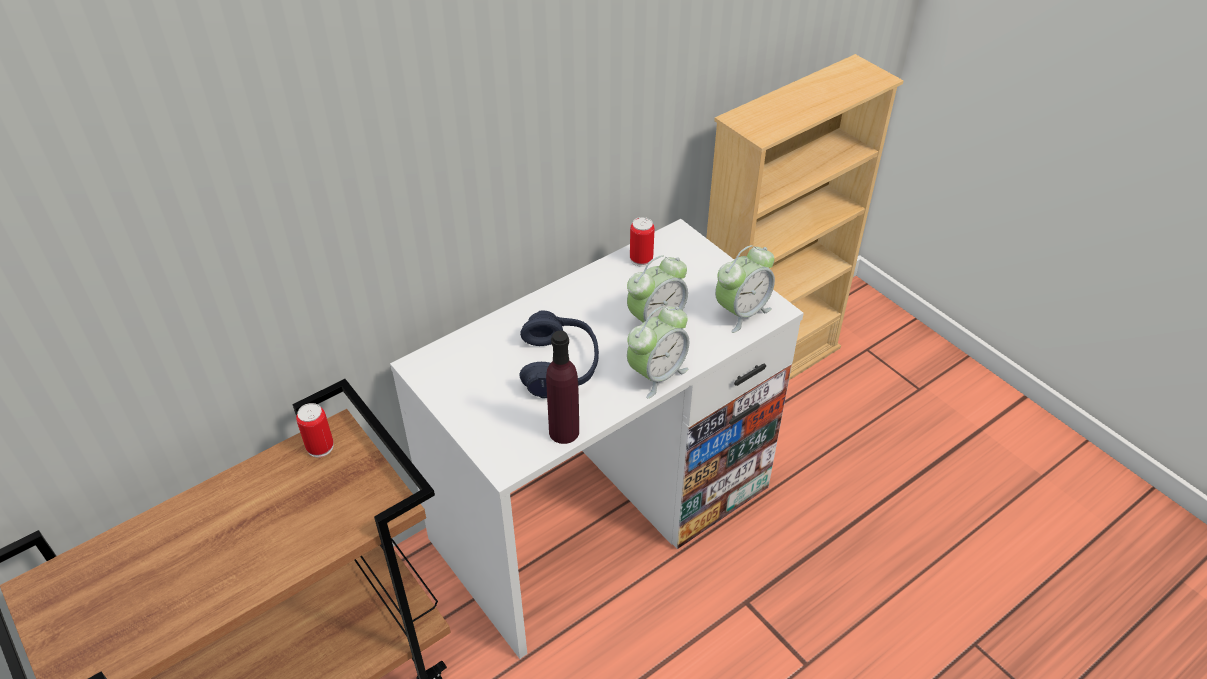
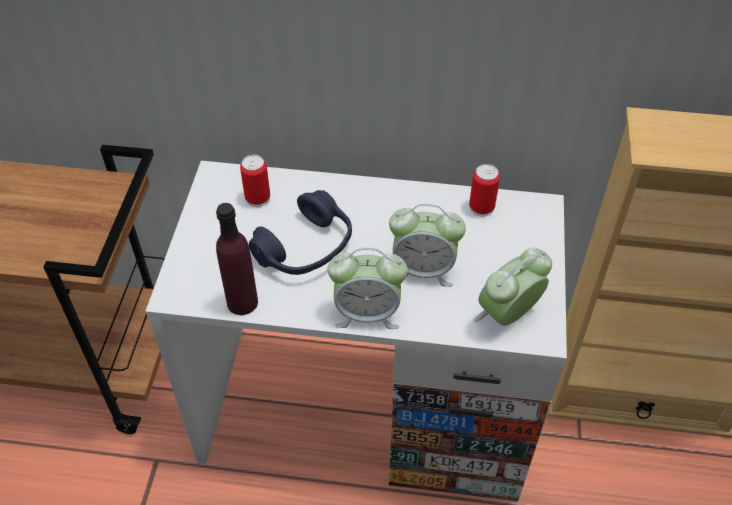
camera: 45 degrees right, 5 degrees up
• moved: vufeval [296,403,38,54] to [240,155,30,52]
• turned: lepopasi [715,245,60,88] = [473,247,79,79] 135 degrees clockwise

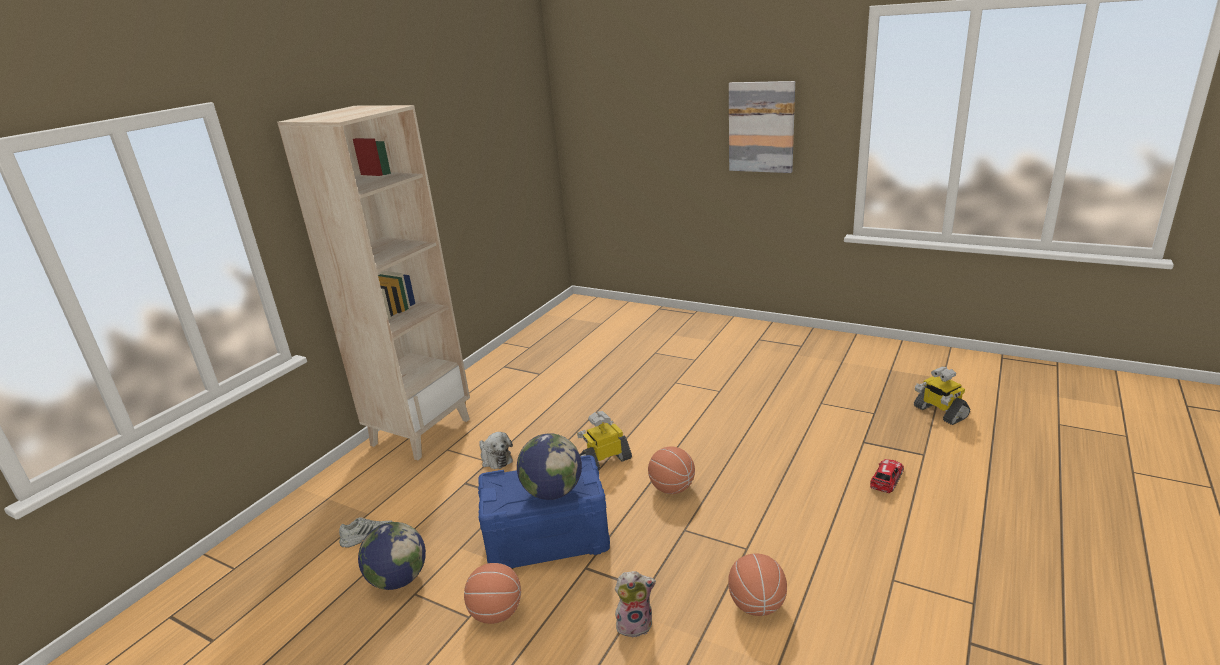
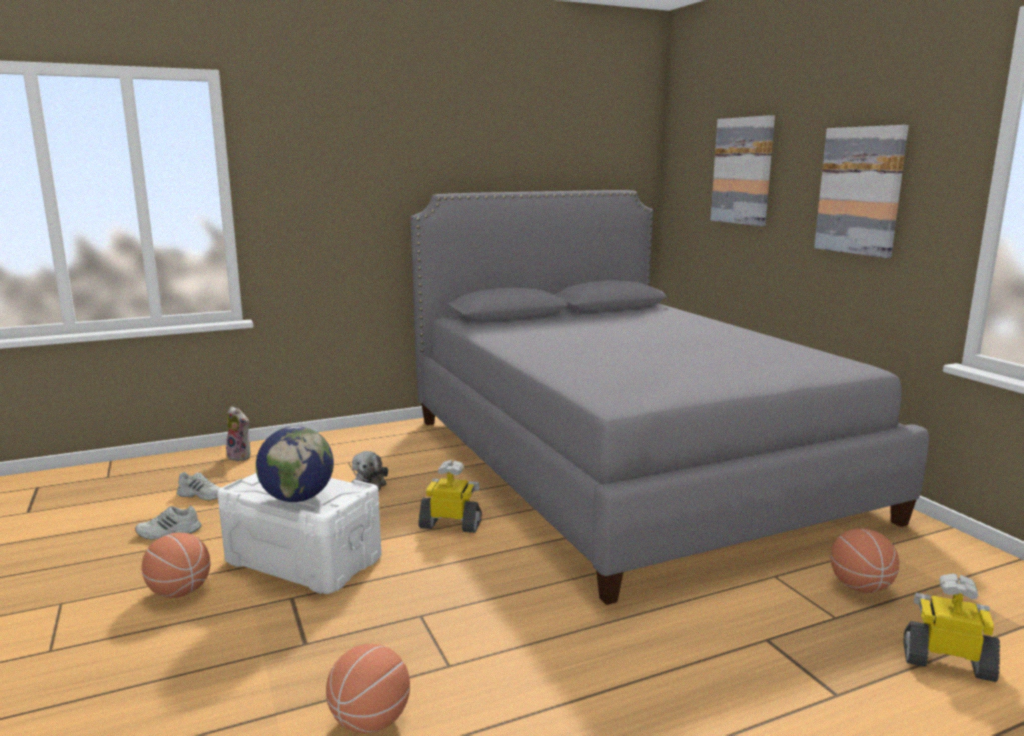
camera: 35 degrees right, 10 degrees down
• replaced: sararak [358,522,68,68] to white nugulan [135,506,66,34]
• recoloured: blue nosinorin [478,455,132,114] to white nosinorin [217,472,165,122]
• moved: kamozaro [615,571,41,67] to [226,406,24,55]
• added: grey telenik [410,190,519,415]
• added: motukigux [711,115,64,111]
• moved: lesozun [648,446,47,48] to [830,529,69,64]
• turned: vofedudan [914,367,56,58] = [903,574,97,108] 105 degrees clockwise
• removed: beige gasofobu [277,105,193,355]
• removed: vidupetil [870,459,34,34]

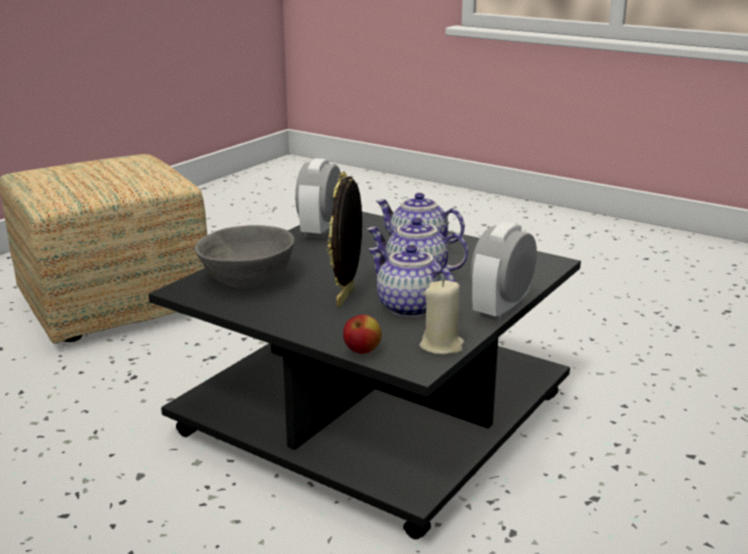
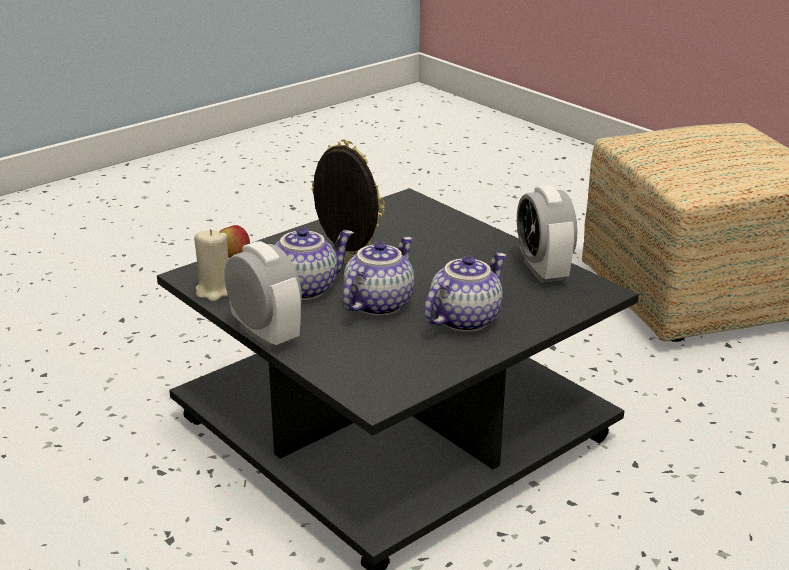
camera: 105 degrees right, 5 degrees up
• turned: lepopasi [295,158,46,80] = [517,185,60,98] 135 degrees counterclockwise
• removed: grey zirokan [195,225,99,63]

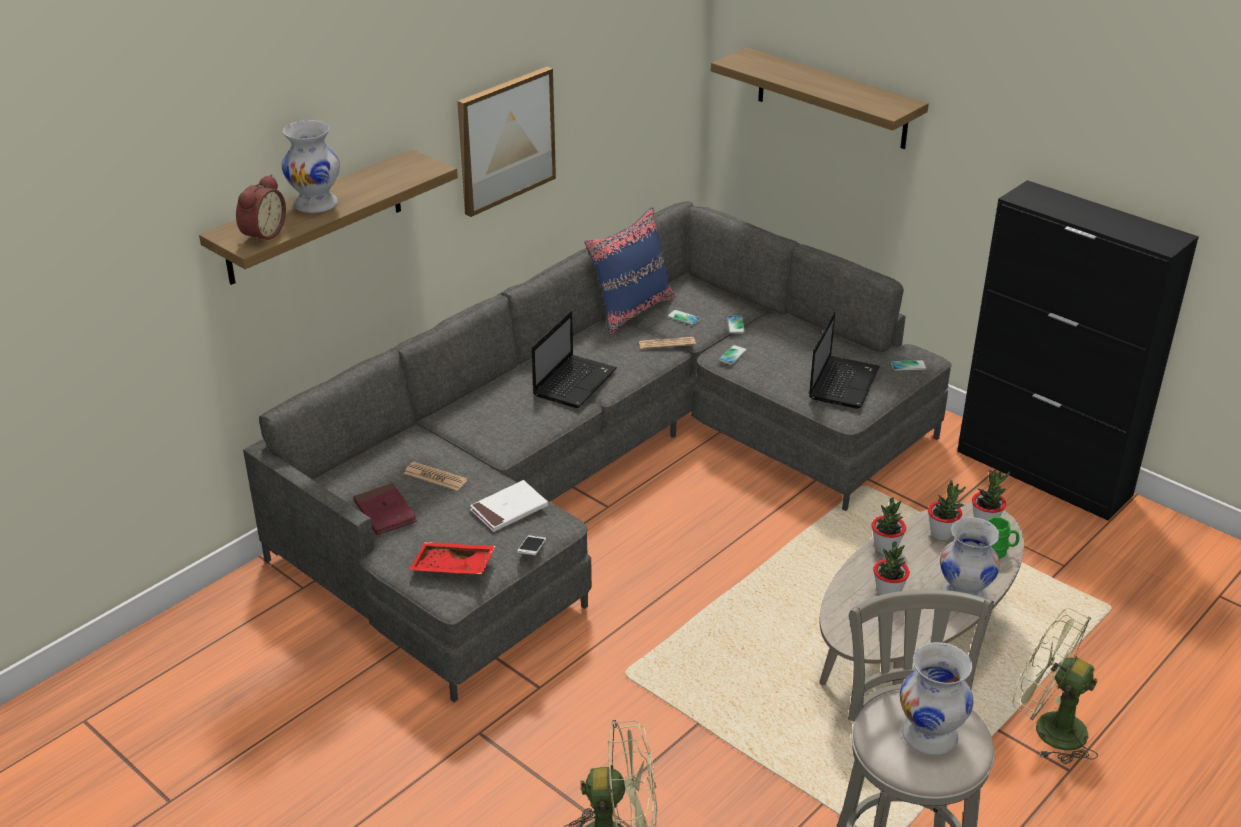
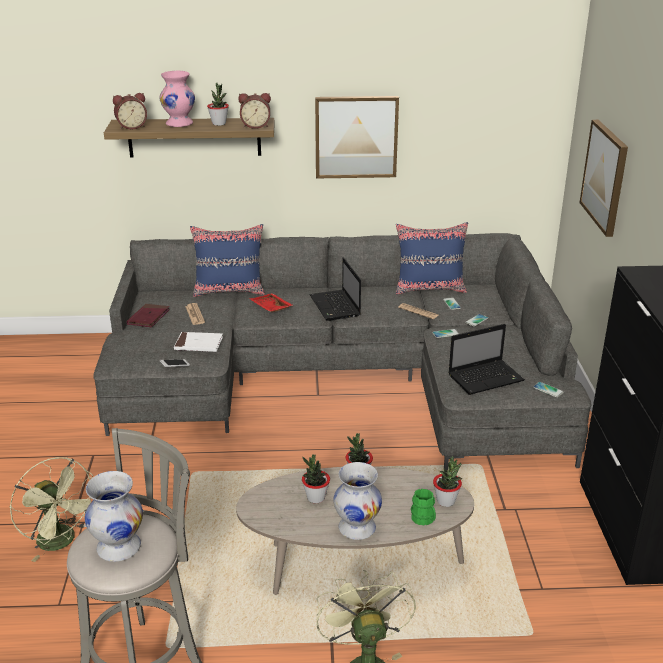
camera: 45 degrees right, 5 degrees down
• recoloured: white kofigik [282,120,58,93] to pink kofigik [160,71,35,56]
• added: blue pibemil [190,224,75,73]
• moved: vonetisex [928,480,38,60] to [207,83,22,43]
• added: lepopasi [238,93,33,36]
• moved: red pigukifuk [409,542,87,32] to [250,293,43,19]
• turned: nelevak [532,311,85,97] = [310,257,51,64] 90 degrees clockwise
• replaced: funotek [711,47,218,102] to motukigux [580,119,48,118]

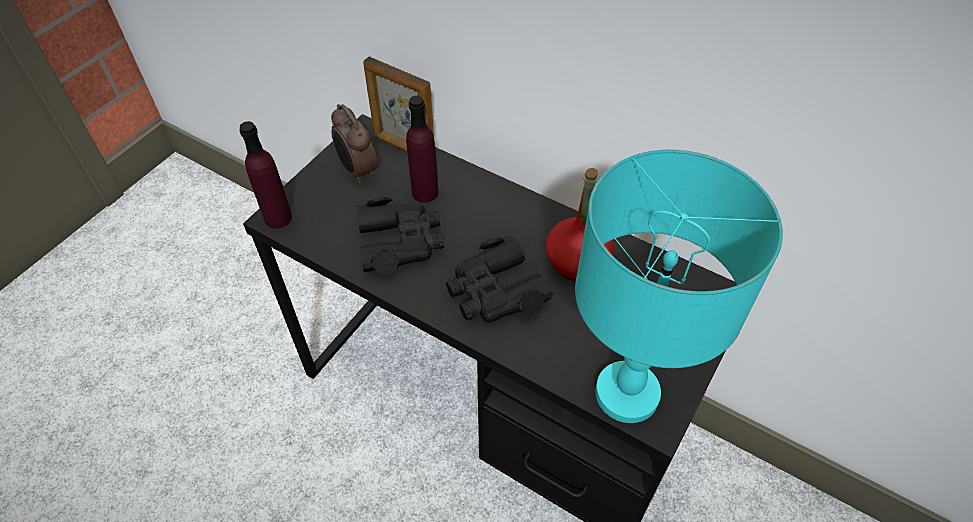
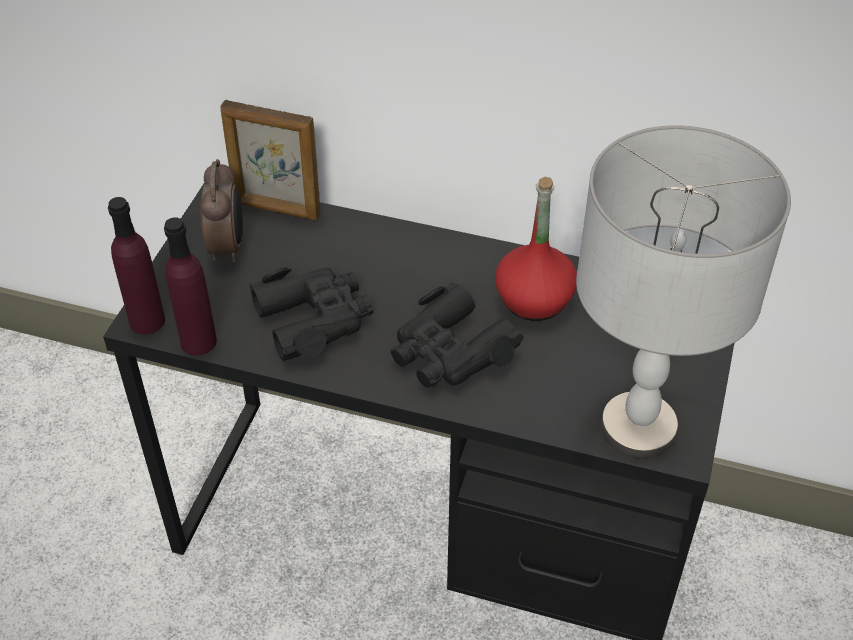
camera: 15 degrees left, 5 degrees down
• moved: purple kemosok [406,96,32,107] to [164,217,53,138]
• turned: lepopasi [331,104,46,79] = [200,159,43,104] 135 degrees counterclockwise
• recoloured: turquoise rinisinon [575,150,208,273] to grey rinisinon [576,125,215,334]

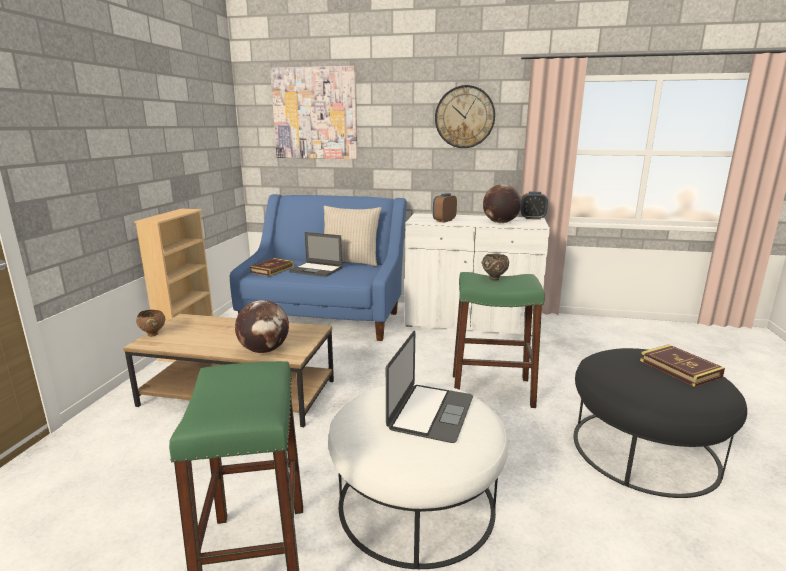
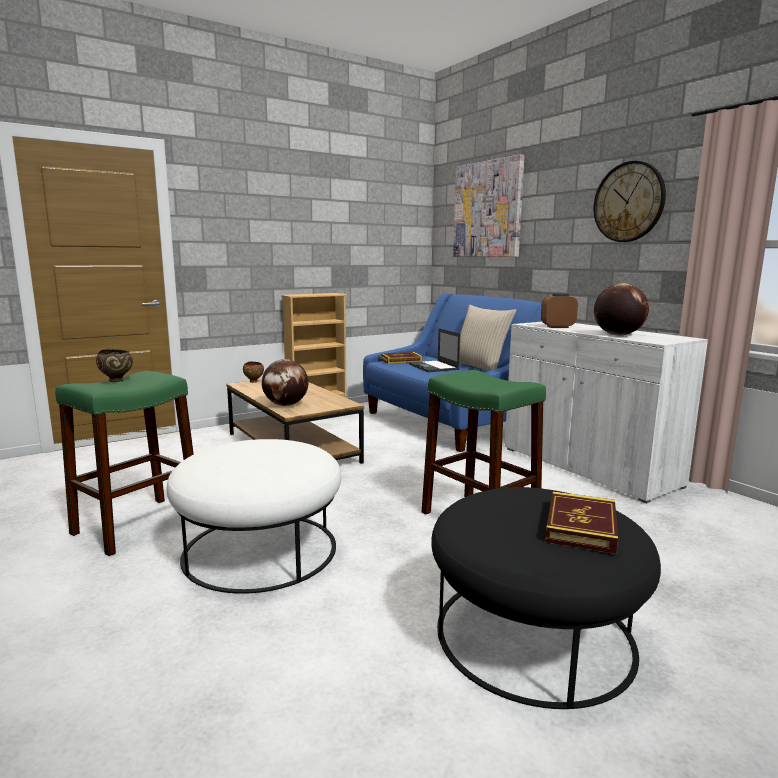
camera: 45 degrees right, 5 degrees down
• moved: brown zirokan [482,254,27,26] to [96,350,37,32]
• removed: nelevak [386,331,87,112]
• removed: lepopasi [520,192,28,28]

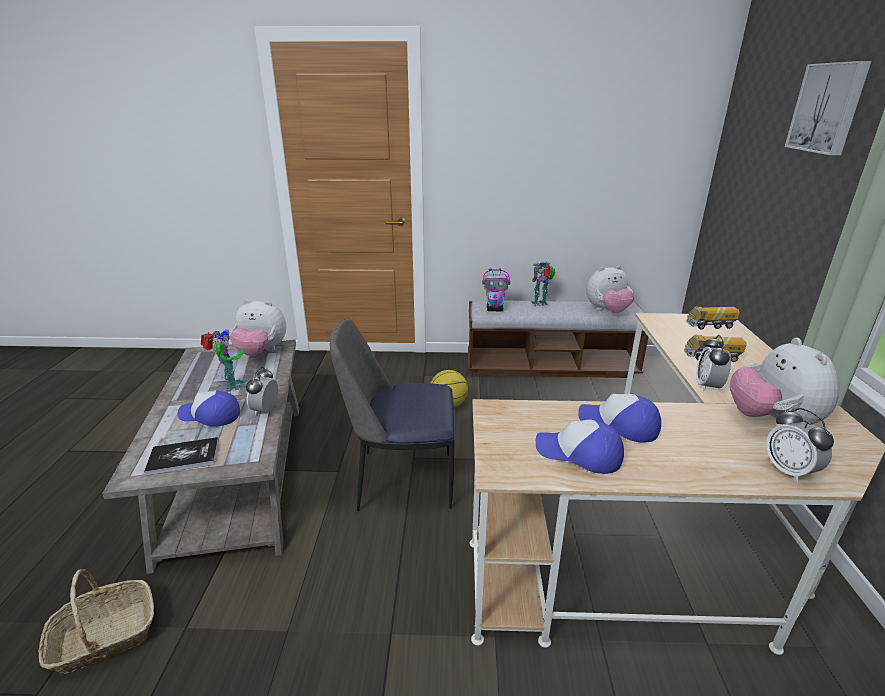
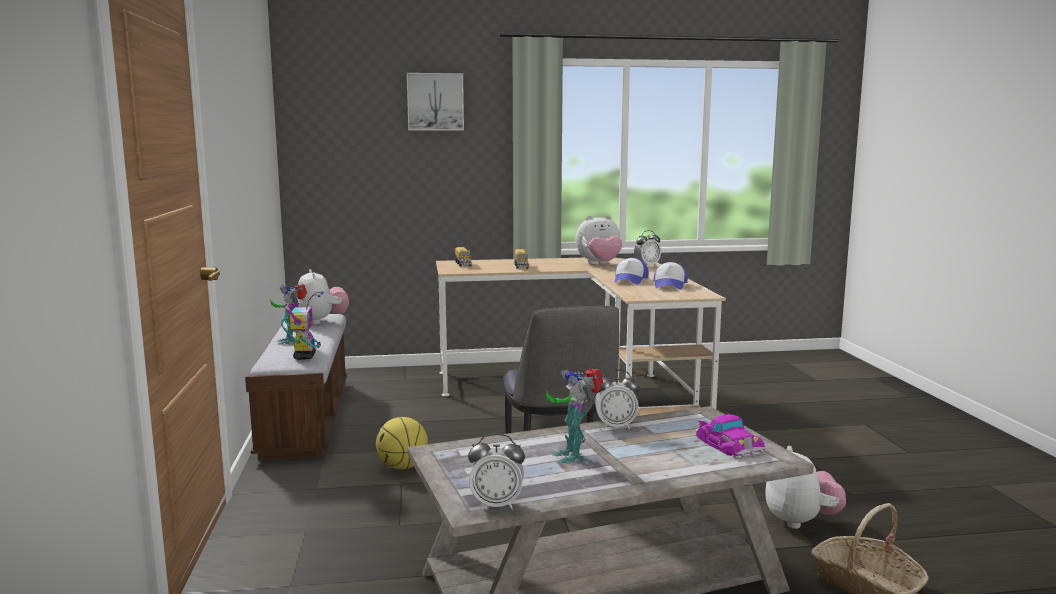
camera: 100 degrees left, 15 degrees down
• moved: lepopasi [696,335,35,57] to [468,433,57,76]
• turned: vofedudan [201,329,45,63] = [546,368,57,95] 75 degrees counterclockwise
• replaced: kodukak [144,437,75,39] to vidupetil [695,414,70,44]
• moved: kamozaro [230,299,56,57] to [765,446,81,83]
• removed: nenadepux [178,390,62,37]

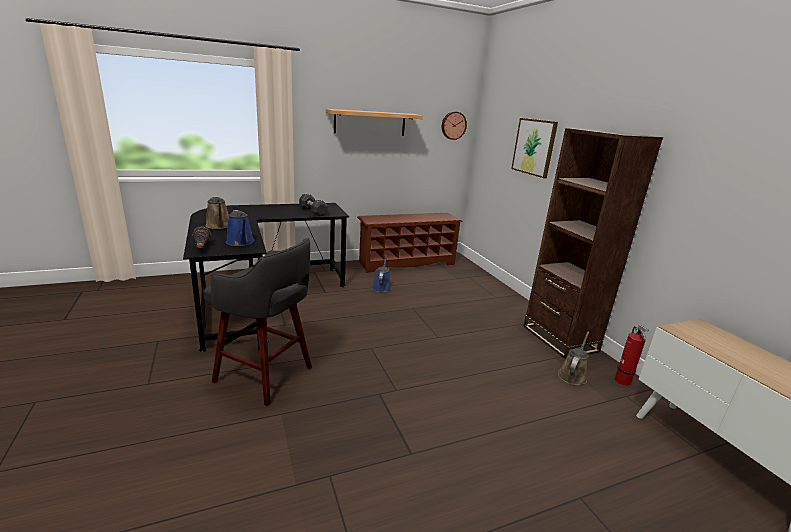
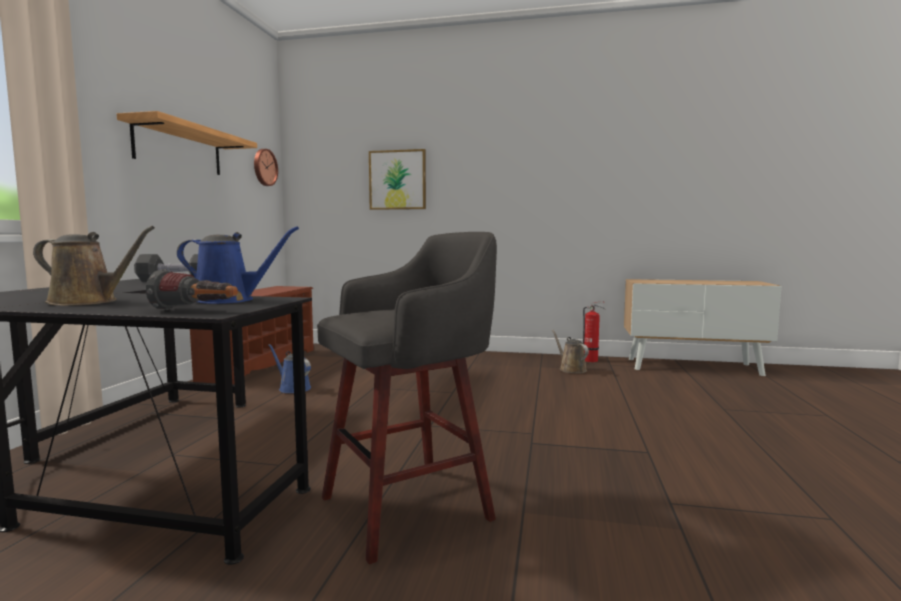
camera: 55 degrees left, 15 degrees down
• removed: brown gasofobu [523,128,140,231]

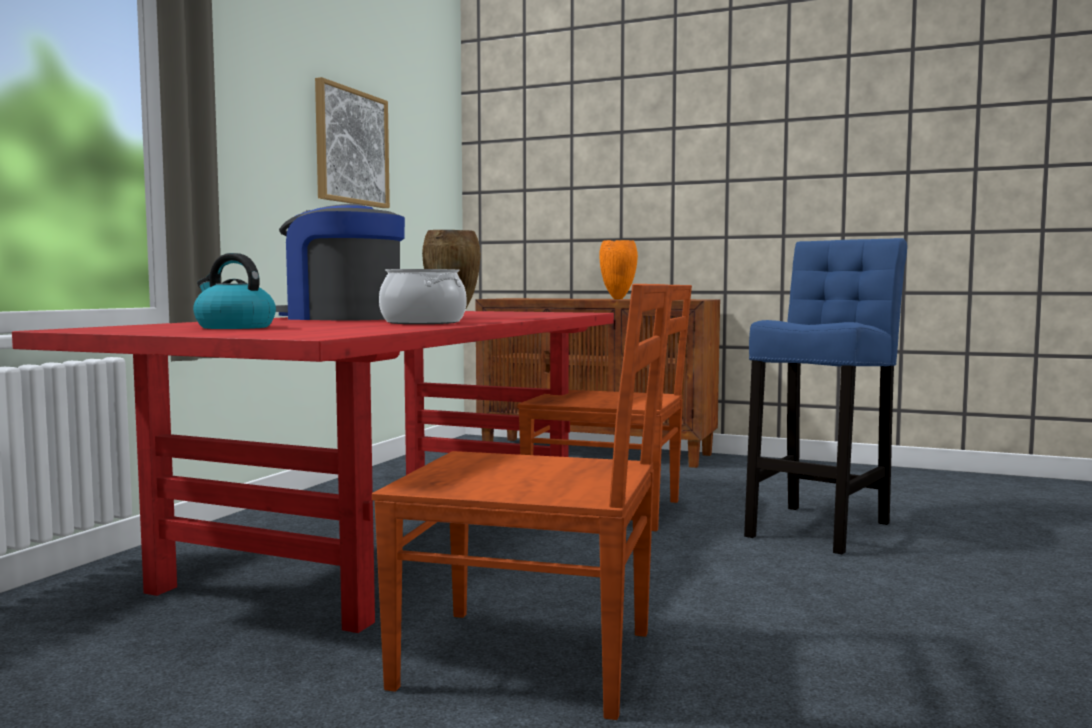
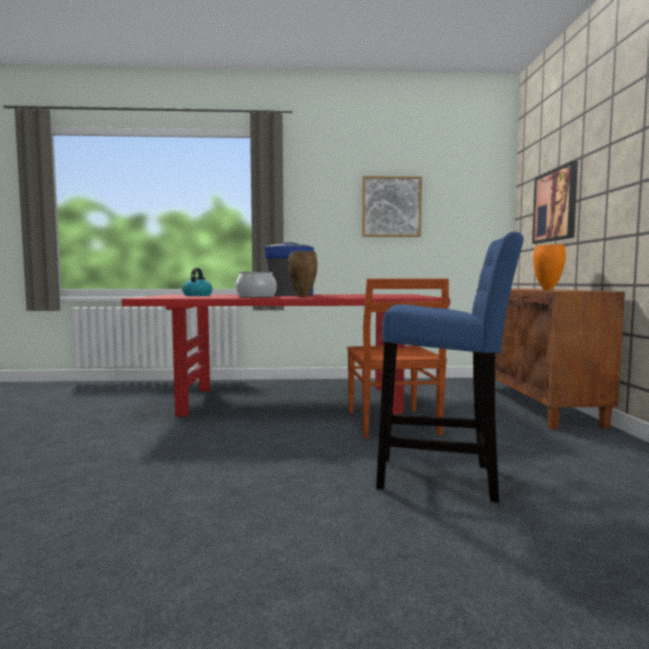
camera: 65 degrees right, 0 degrees up
• added: motukigux [532,161,46,83]
• removed: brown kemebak [372,284,297,436]

